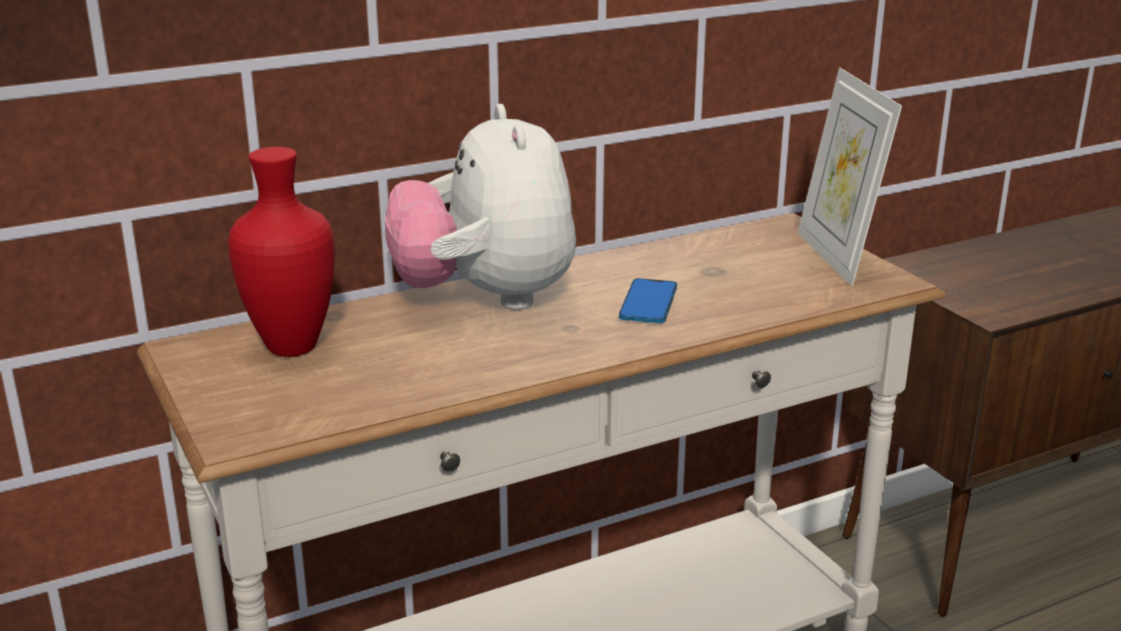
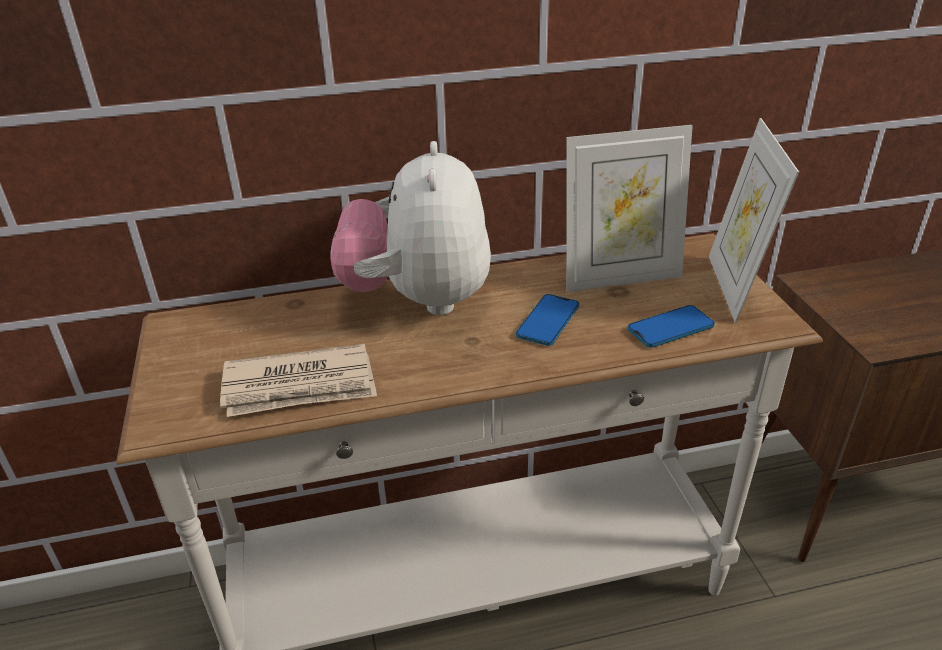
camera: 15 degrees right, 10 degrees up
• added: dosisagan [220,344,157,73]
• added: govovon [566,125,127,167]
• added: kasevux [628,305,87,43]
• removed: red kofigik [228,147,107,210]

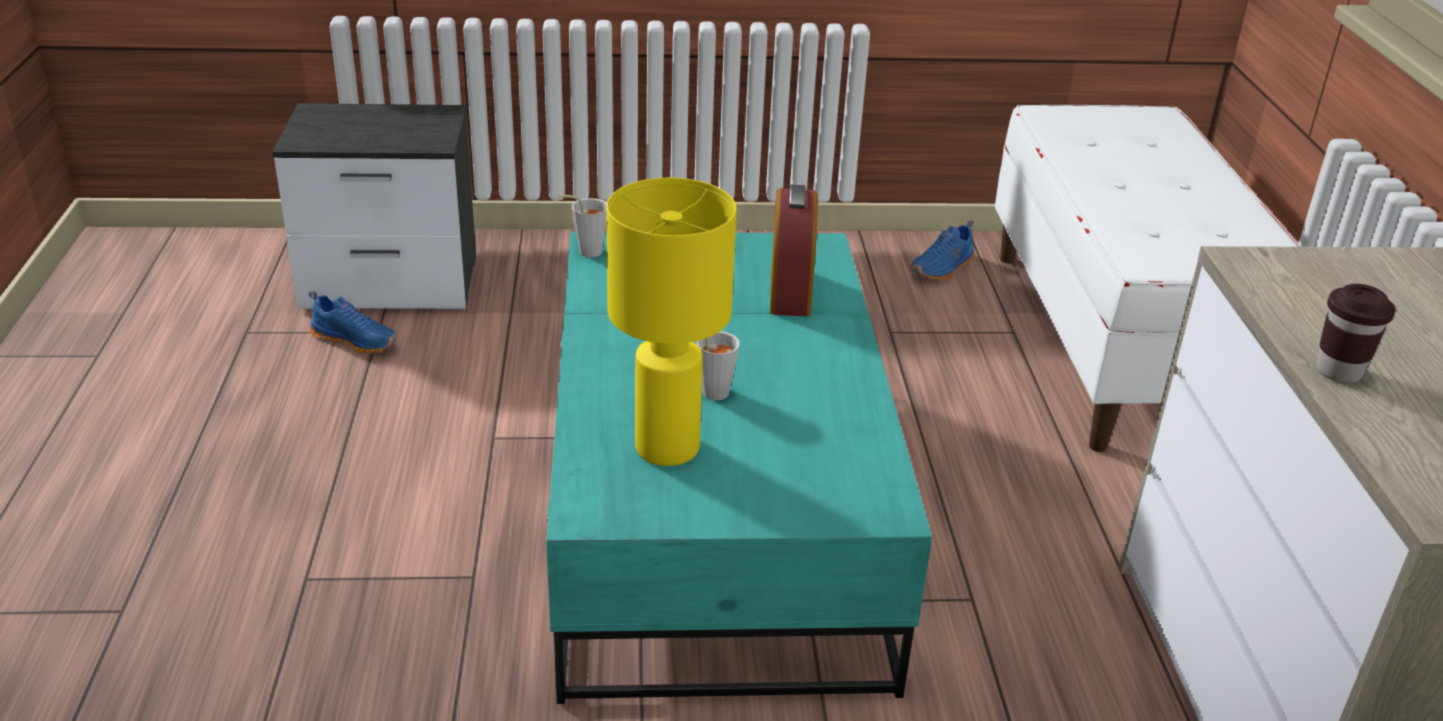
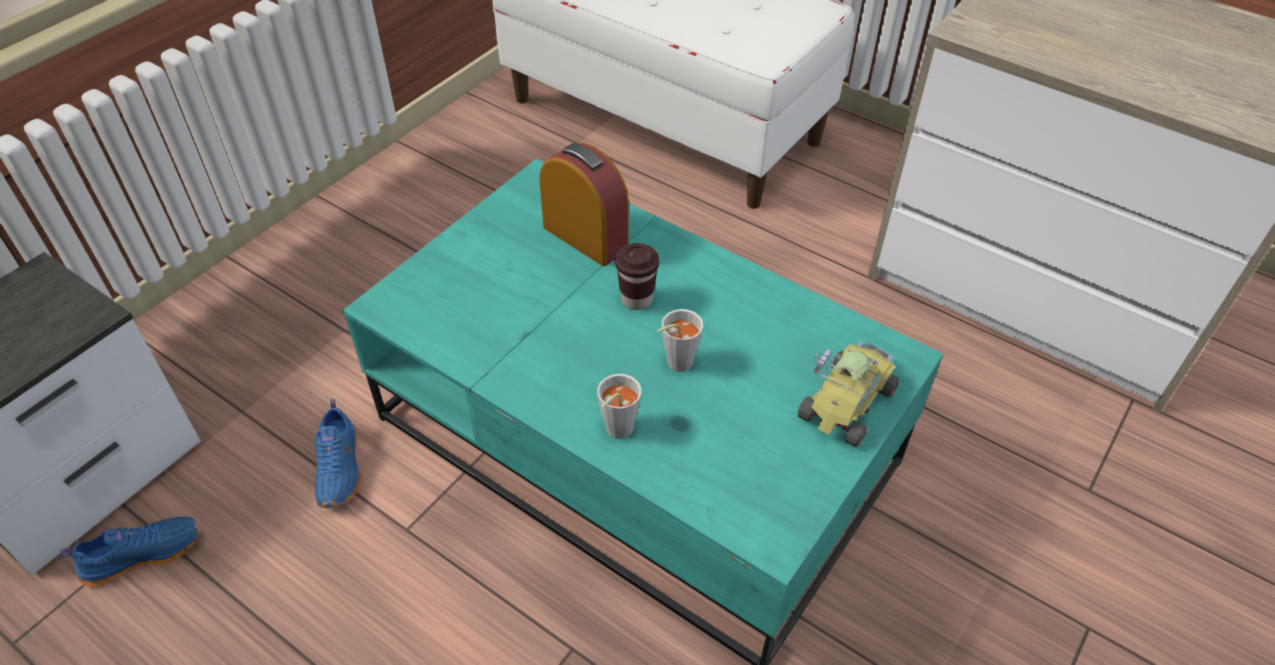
camera: 50 degrees left, 15 degrees up
• moved: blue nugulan [911,220,63,60] to [314,398,47,110]
• moved: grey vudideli [559,195,48,62] to [597,374,44,65]
• moved: brown vudideli [1316,284,79,99] to [615,243,44,67]
• added: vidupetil [797,341,103,106]
• removed: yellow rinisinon [606,178,131,288]

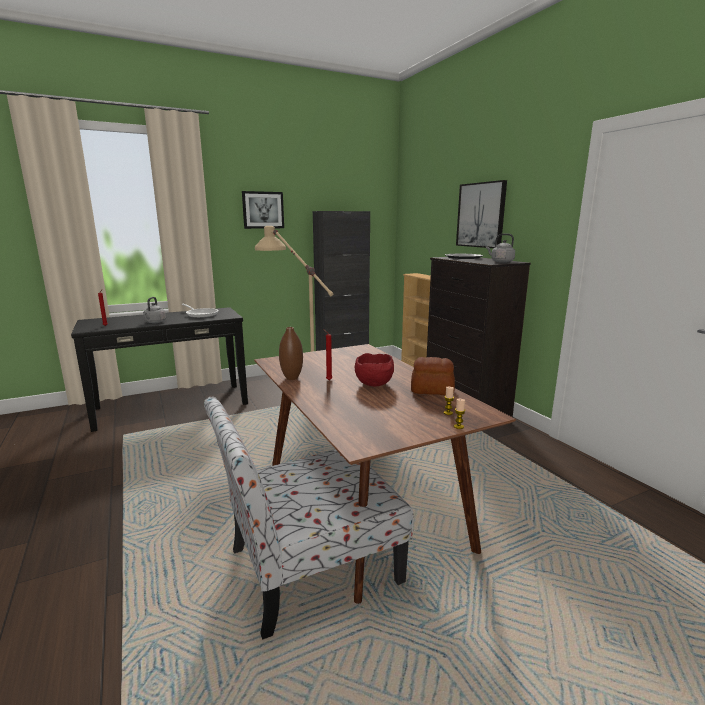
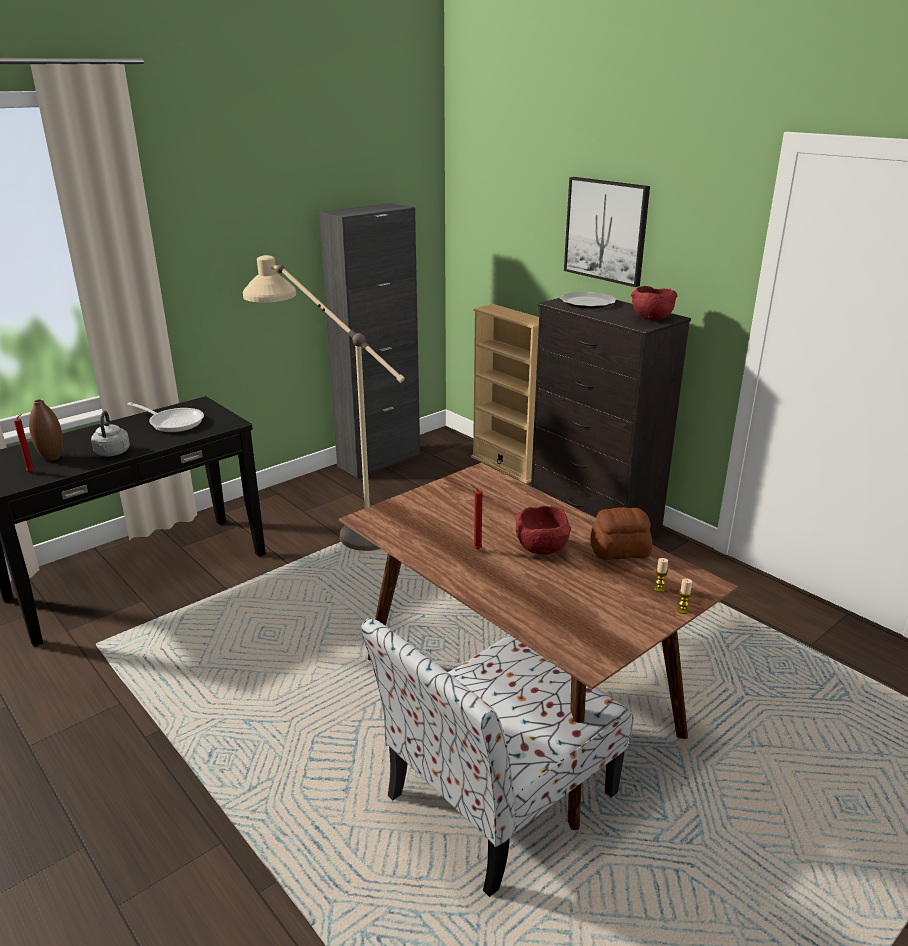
camera: 15 degrees left, 10 degrees up
• moved: brown kofigik [279,327,24,53] to [29,399,34,62]
• replaced: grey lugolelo [486,234,29,29] to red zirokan [631,286,47,34]
• removed: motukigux [242,191,42,38]

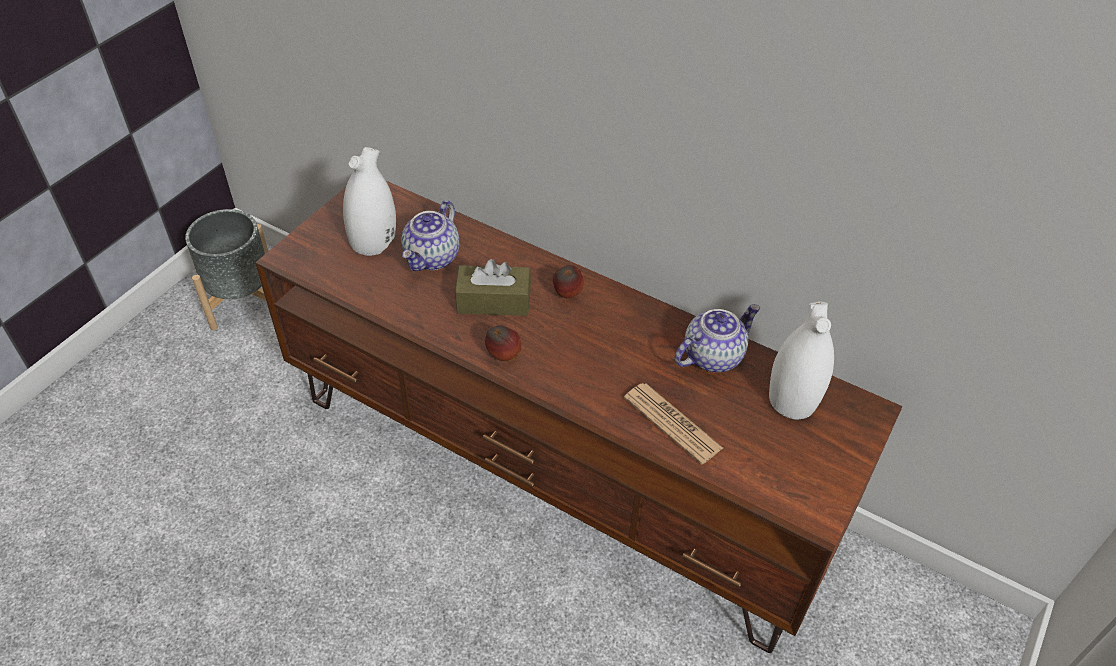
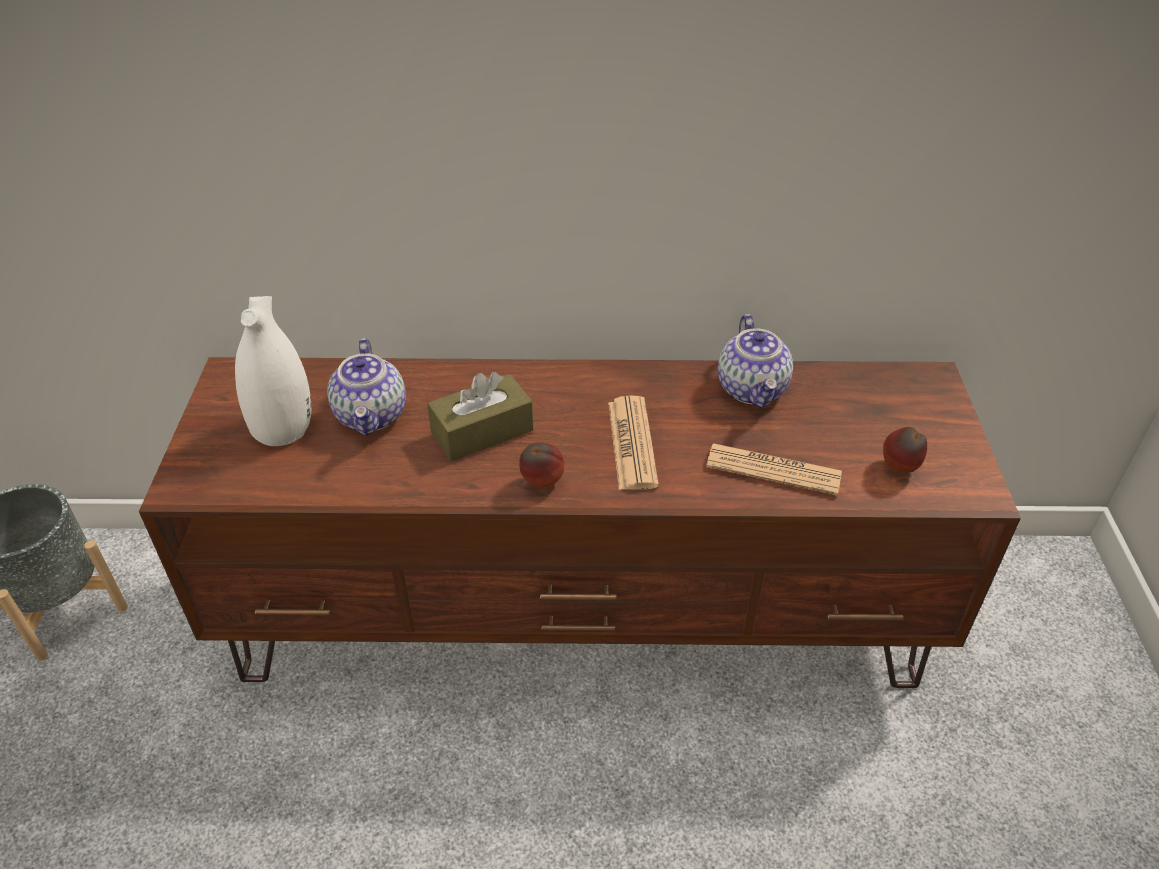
camera: 30 degrees left, 5 degrees down
• added: dosisagan [608,395,51,95]
• turned: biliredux [674,304,86,68] = [718,314,75,94] 150 degrees clockwise
• moved: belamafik [553,265,31,33] to [883,427,44,46]
• removed: white kofigik [769,301,65,119]

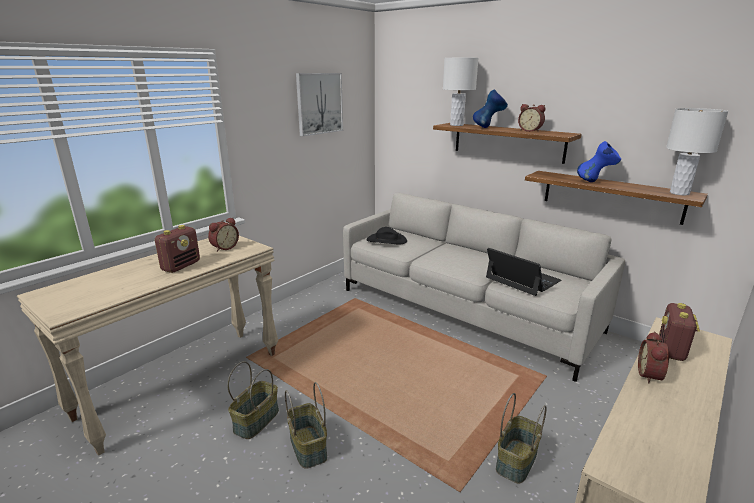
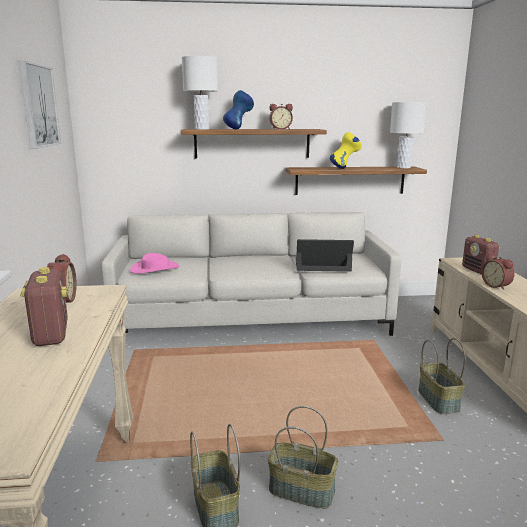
camera: 45 degrees left, 5 degrees down
• recoloured: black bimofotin [366,227,41,17] to pink bimofotin [130,253,50,21]
• recoloured: blue kofigik [577,141,44,41] to yellow kofigik [330,132,32,37]

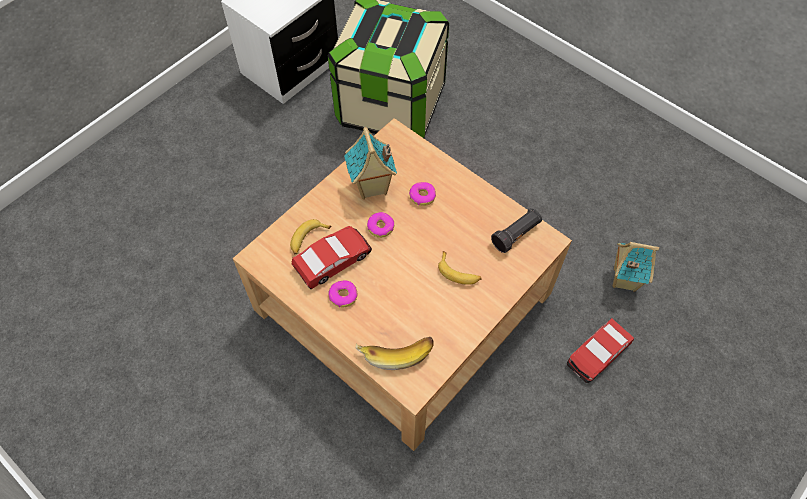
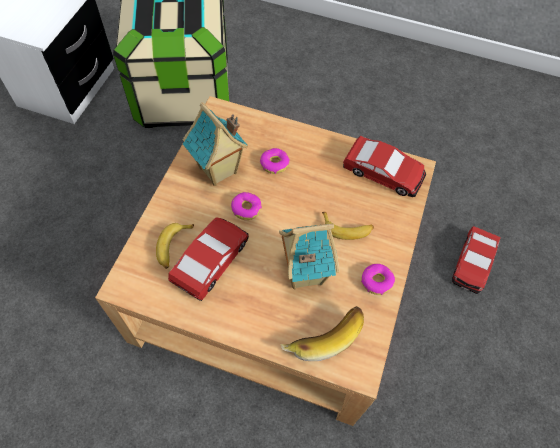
camera: 25 degrees left, 0 degrees up
• moved: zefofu [613,242,46,50] to [279,223,61,66]
• replaced: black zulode [491,207,51,46] to vidupetil [343,136,83,61]
• moved: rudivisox [328,280,29,27] to [361,264,34,31]

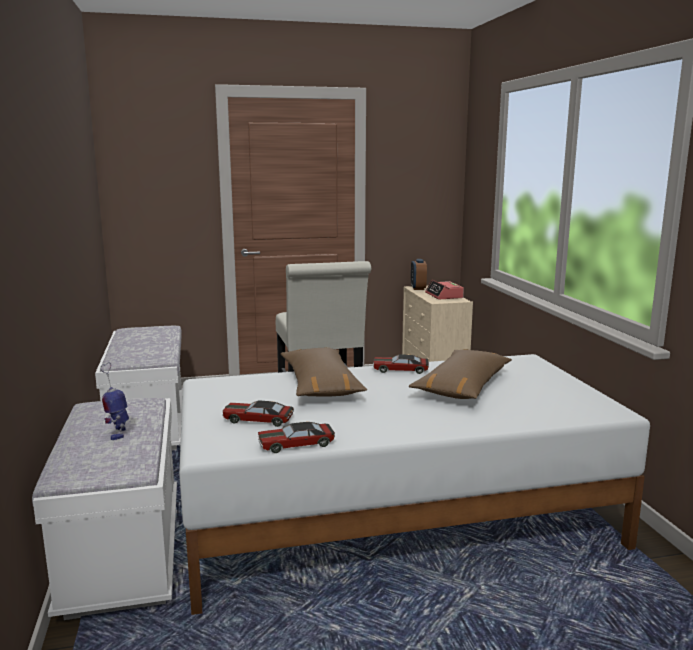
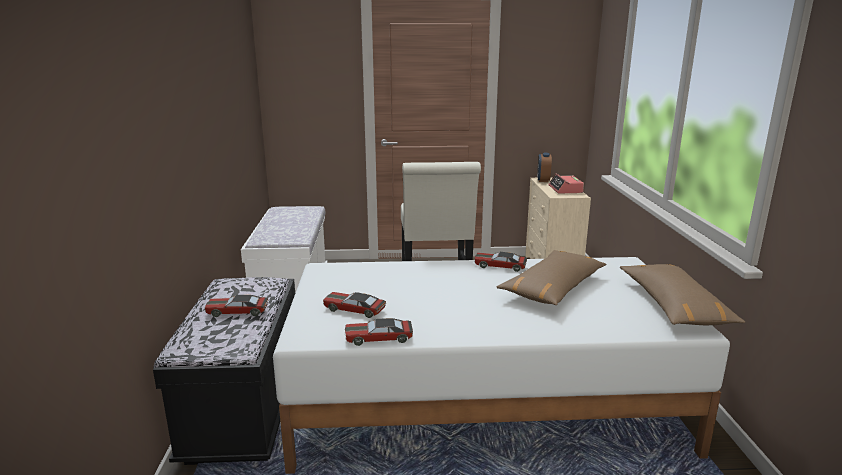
camera: 10 degrees right, 5 degrees up
• recoloured: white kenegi [32,398,145,222] to black kenegi [153,277,142,188]
• replaced: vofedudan [100,362,29,78] to vidupetil [205,295,63,22]
• moved: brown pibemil [281,348,86,49] to [620,264,125,61]

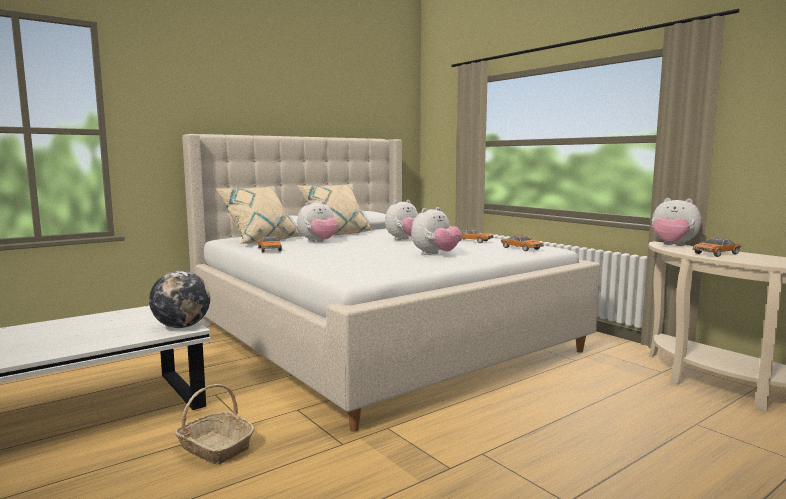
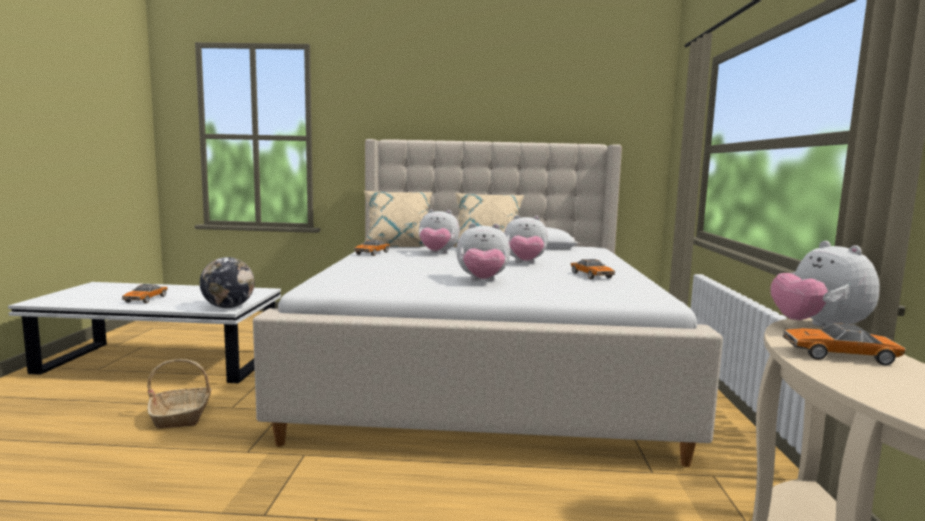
camera: 40 degrees right, 0 degrees up
• moved: vidupetil [501,235,43,16] to [122,284,46,19]

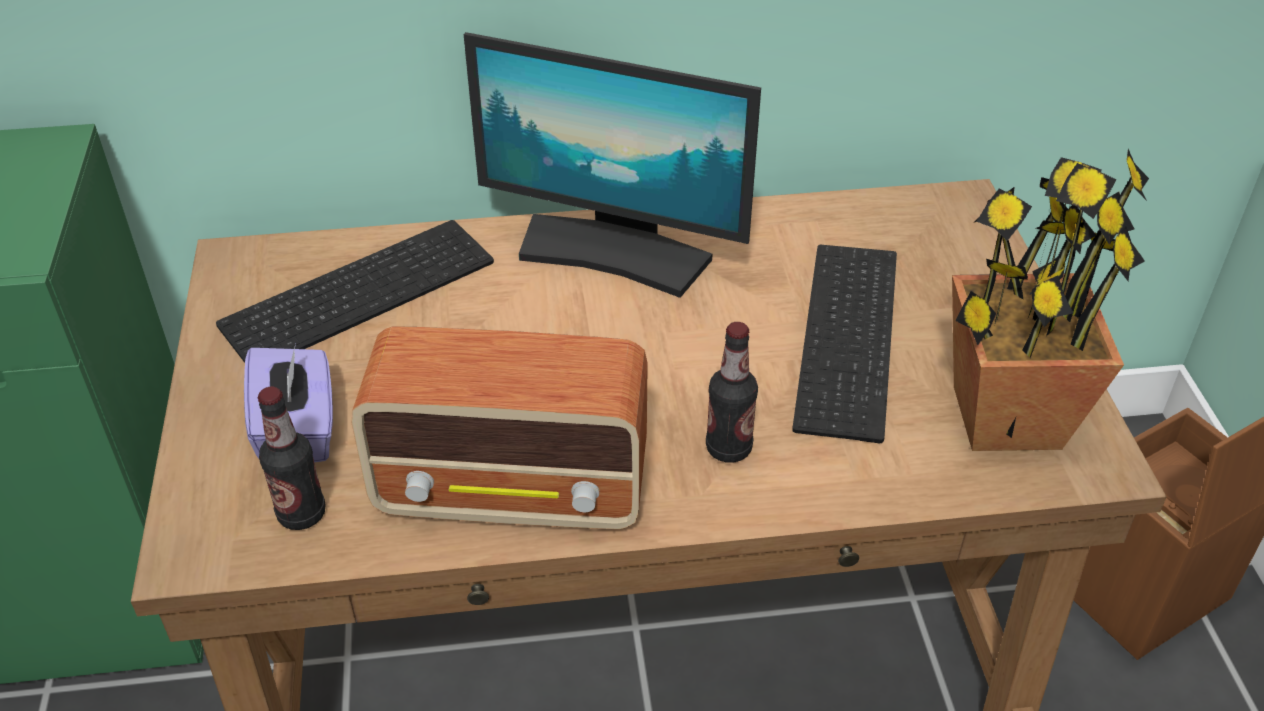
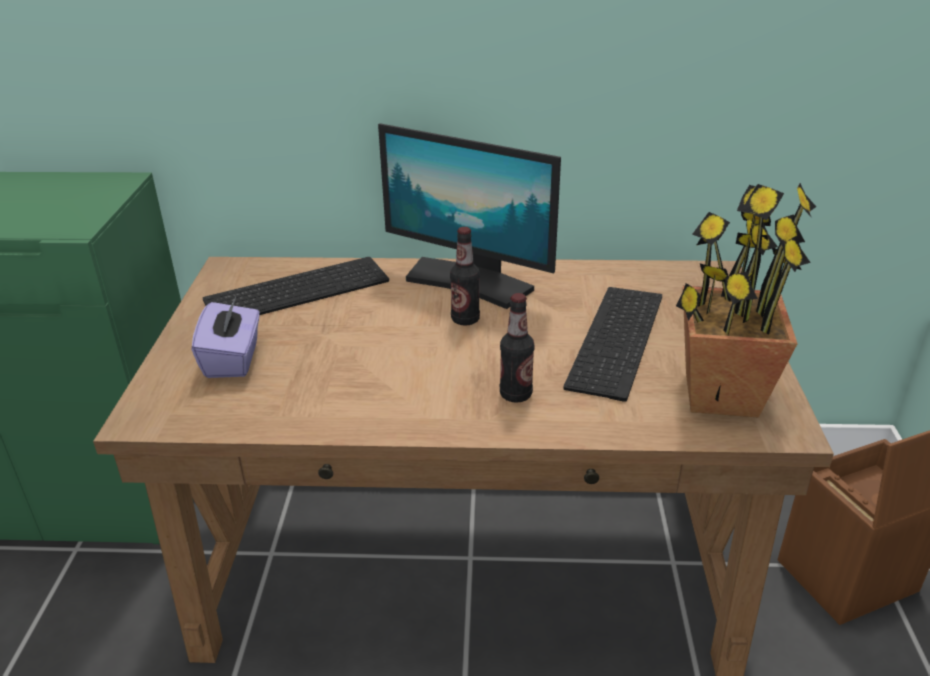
camera: 10 degrees right, 10 degrees down
• moved: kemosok [258,386,68,144] to [450,227,30,99]
• removed: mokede [352,326,296,203]

